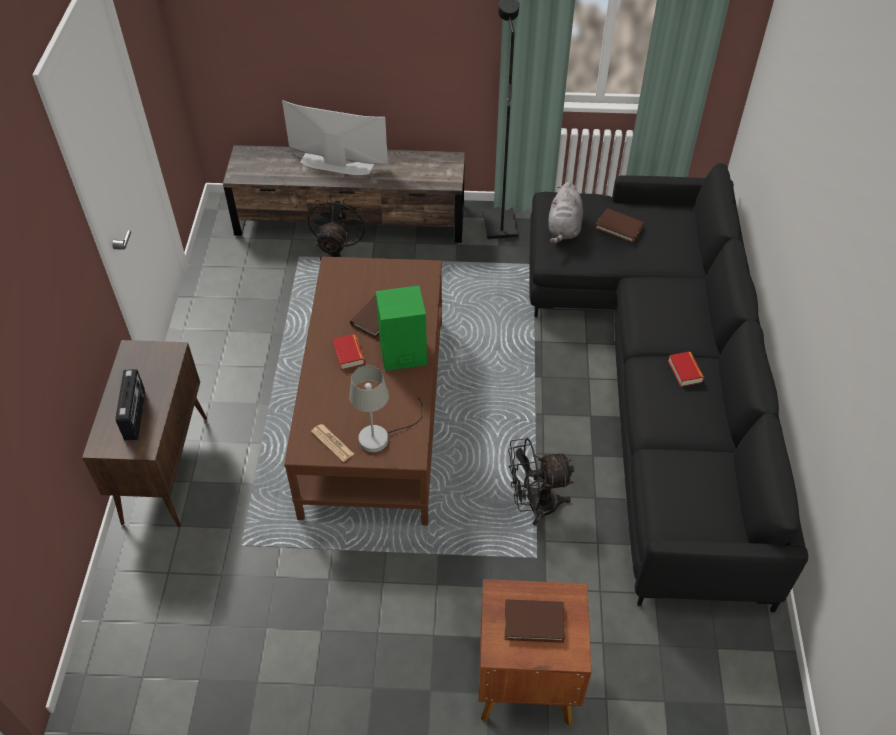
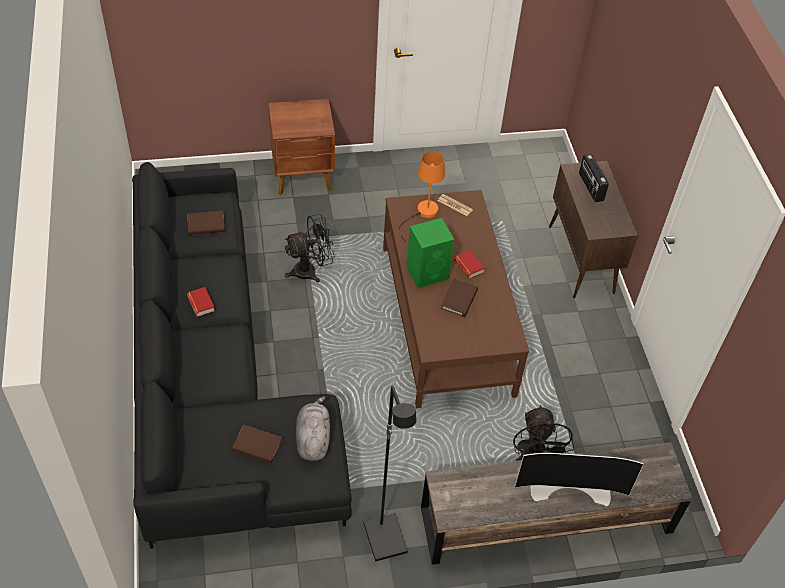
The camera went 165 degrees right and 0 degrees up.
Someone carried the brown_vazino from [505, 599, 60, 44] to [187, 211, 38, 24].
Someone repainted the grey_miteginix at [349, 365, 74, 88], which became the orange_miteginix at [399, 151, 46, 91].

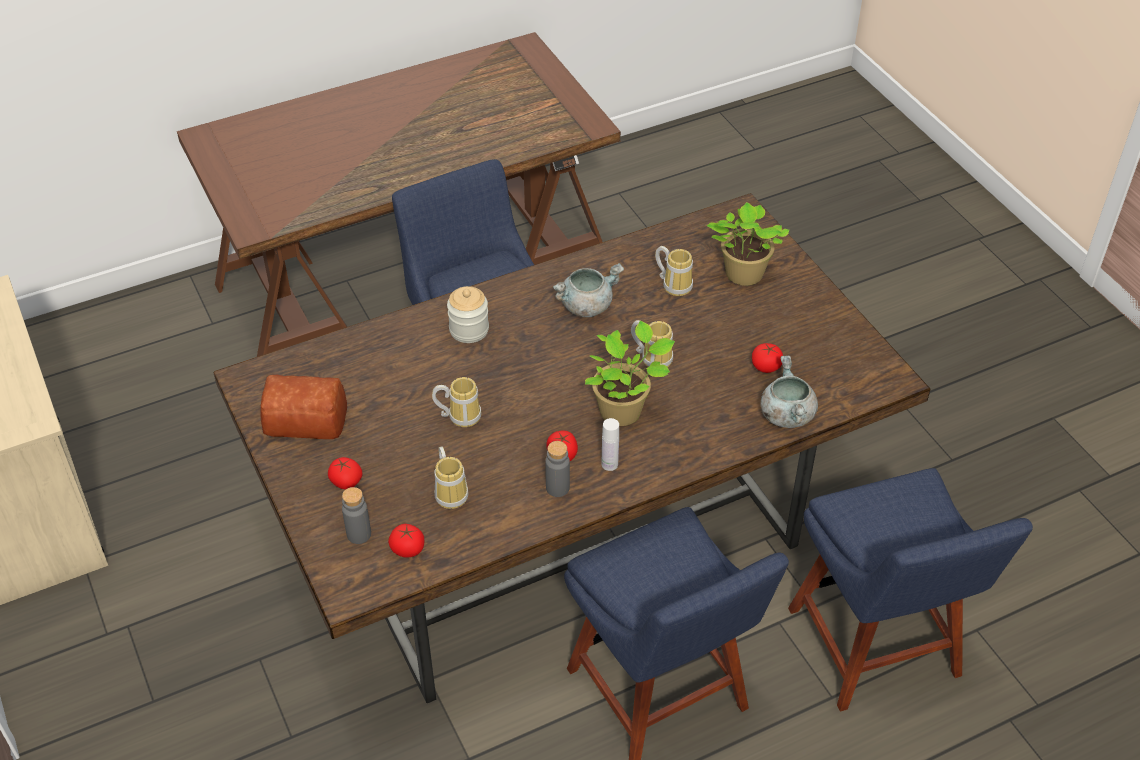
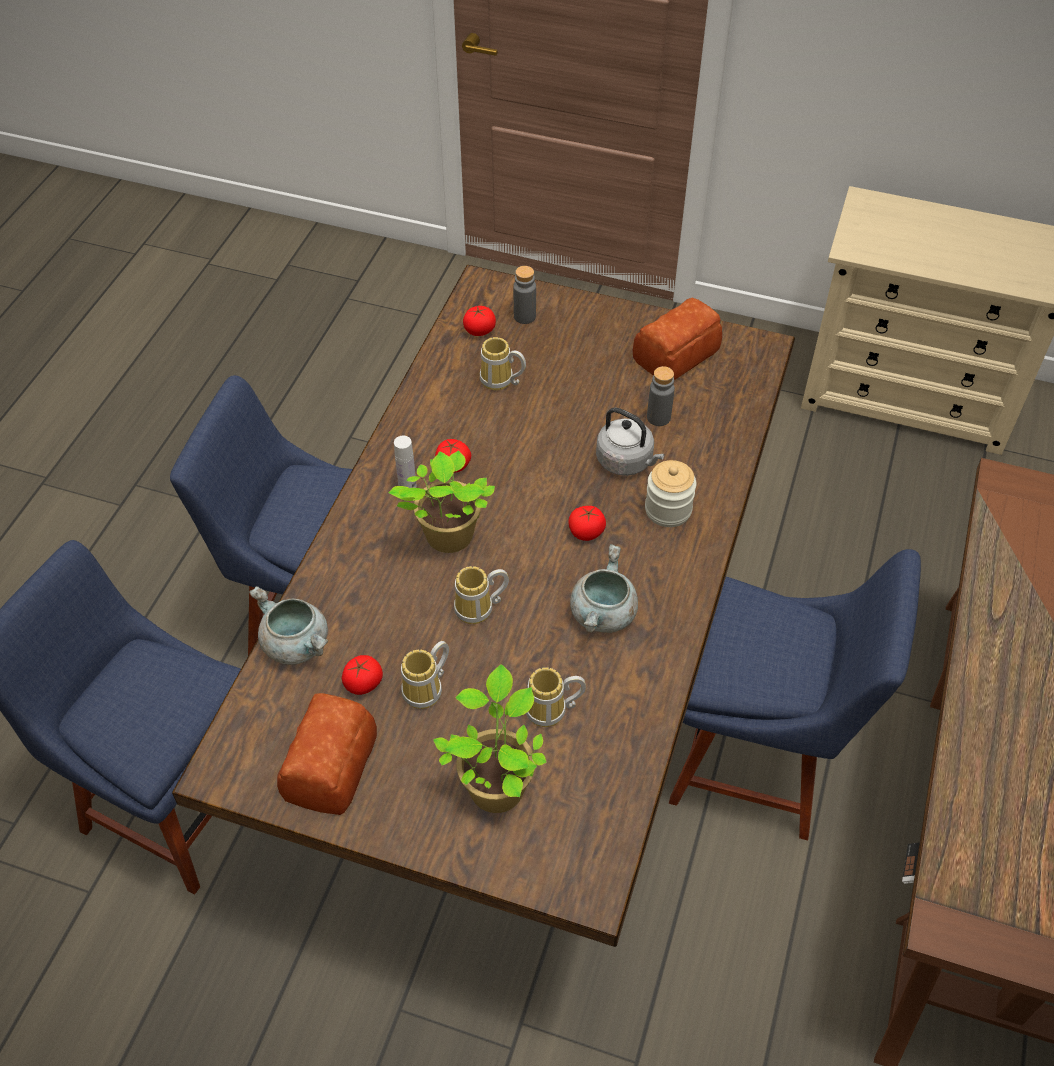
The camera went 135 degrees right and 5 degrees up.
Someone put down the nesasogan at [277, 693, 100, 122].
Someone carried the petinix from [432, 377, 50, 50] to [401, 641, 48, 68].
Someone carried the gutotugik from [328, 457, 34, 32] to [568, 506, 38, 35].
Someone put down the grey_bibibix at [596, 407, 69, 69].
Someone carried the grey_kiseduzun from [545, 441, 25, 56] to [647, 366, 28, 60].

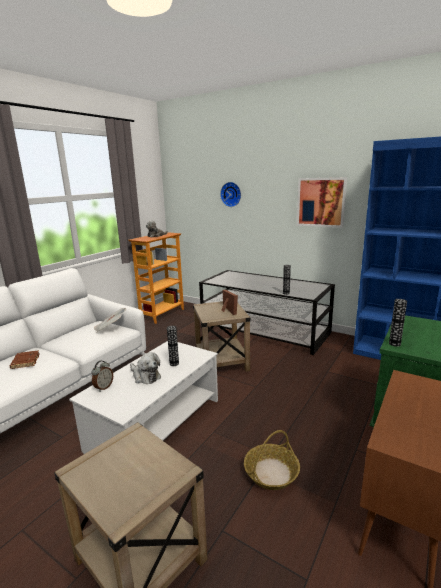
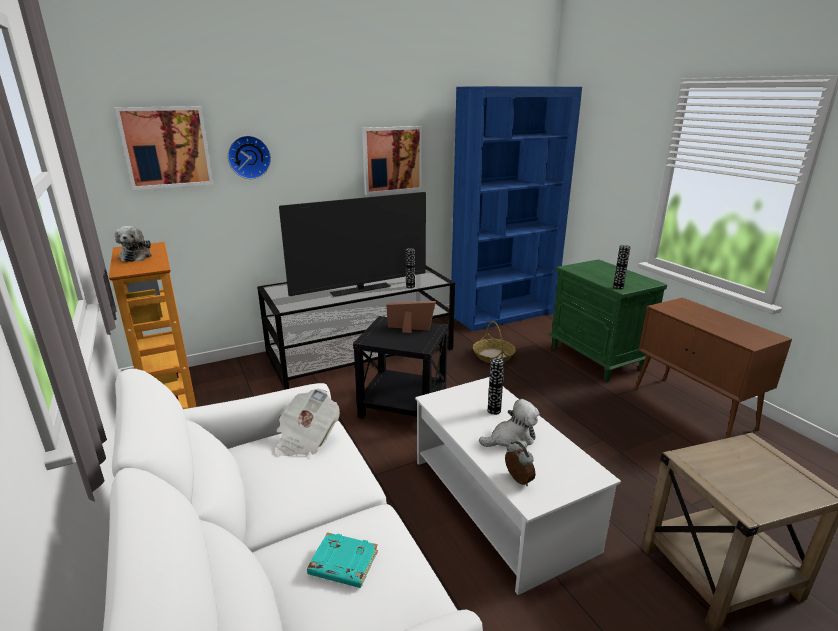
The camera went 60 degrees left and 5 degrees up.
Someone put up the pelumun at [115, 106, 98, 84].
Someone put down the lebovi at [279, 192, 147, 105].
Someone repainted the brown_vazino at [10, 350, 30, 19], which became the turquoise_vazino at [307, 532, 71, 56].
Someone repainted the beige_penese at [193, 301, 58, 71], which became the black_penese at [353, 316, 96, 103].
Someone carried the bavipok from [244, 430, 56, 60] to [473, 321, 43, 42].

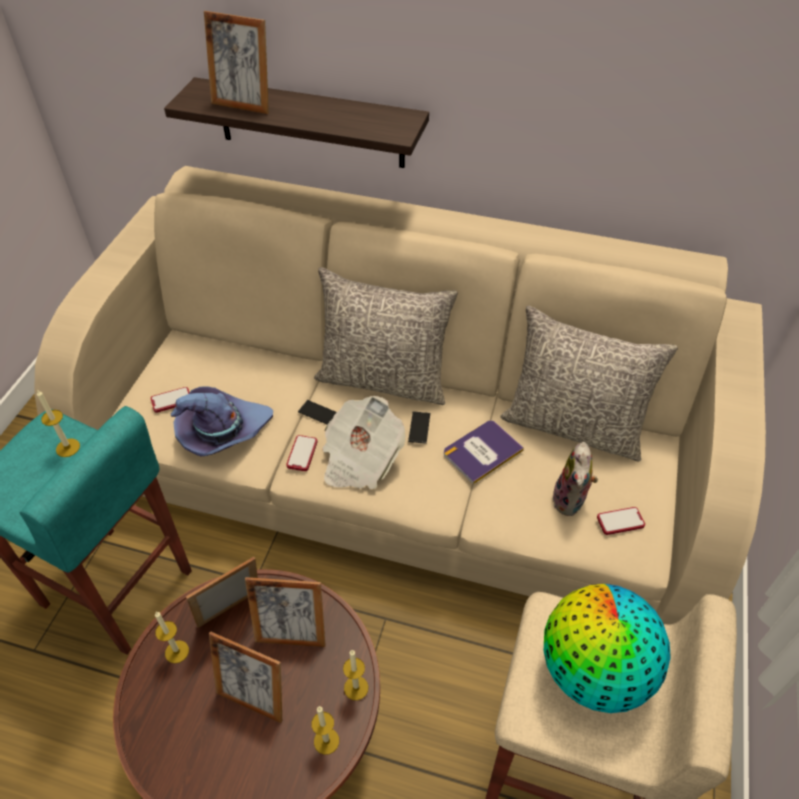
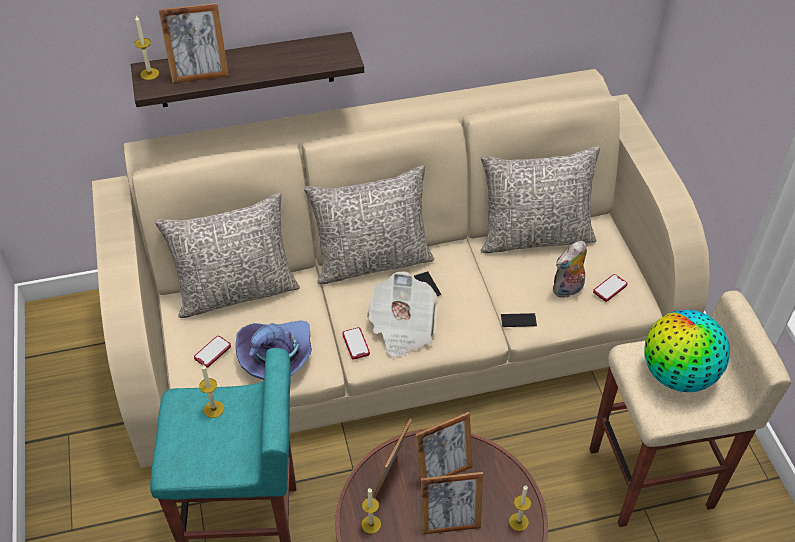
The camera went 30 degrees left and 0 degrees up.
Someone carried the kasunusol from [343, 650, 25, 50] to [134, 16, 25, 64].
Someone put down the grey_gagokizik at [155, 193, 145, 125].
Someone carried the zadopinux from [298, 400, 39, 24] to [501, 313, 36, 14].
Someone rotated the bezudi at [552, 442, 46, 74] by 75 degrees clockwise.
Someone took away the vazino at [444, 421, 80, 63].

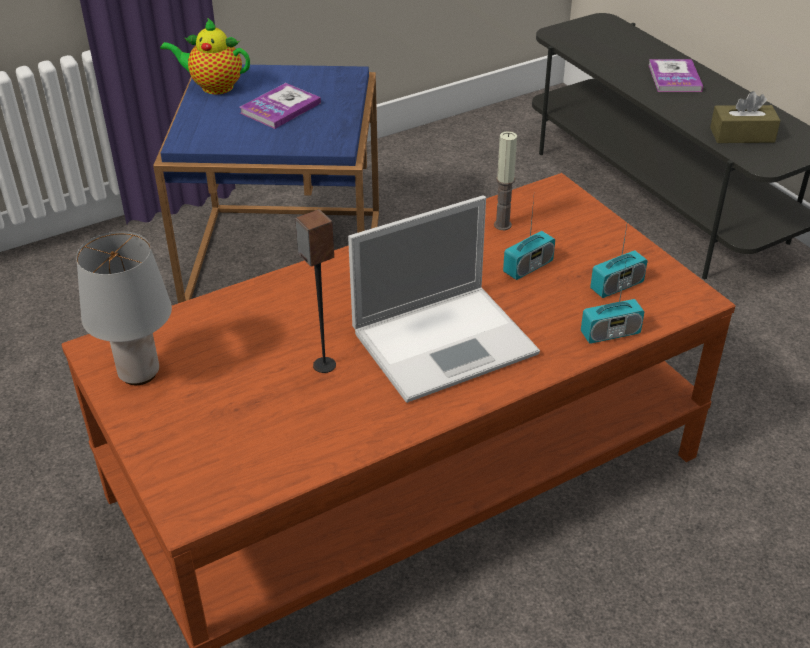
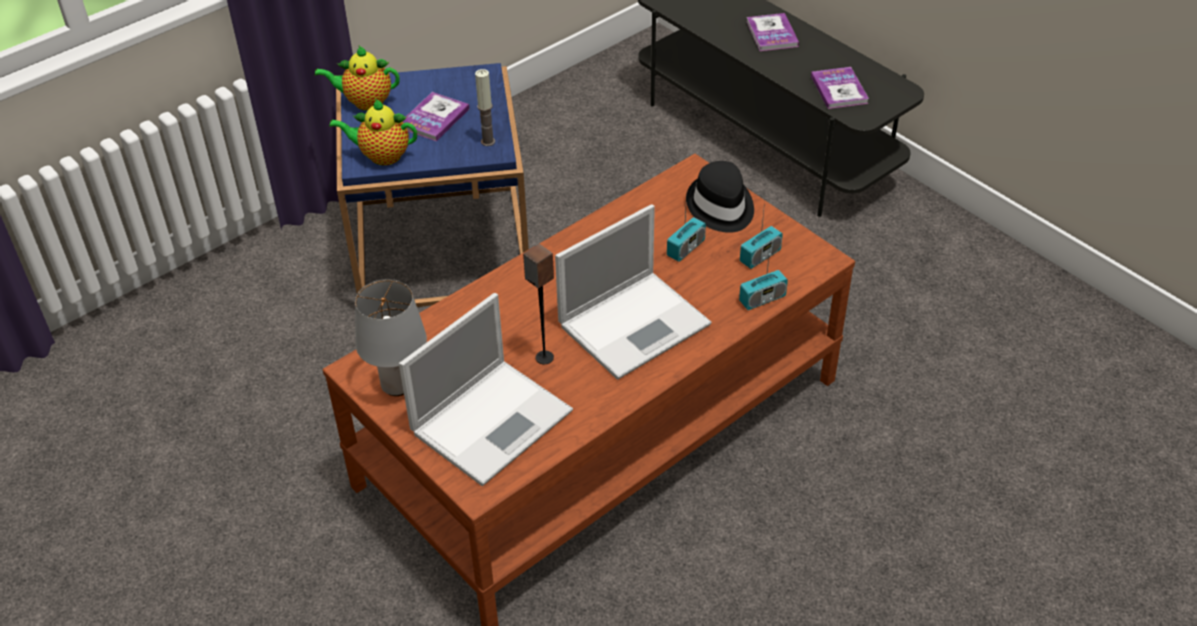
The camera went 10 degrees left and 5 degrees up.
Someone put down the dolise at [329, 99, 88, 66].
Someone put down the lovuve at [399, 293, 174, 193].
Someone carried the kasunusol from [494, 131, 23, 99] to [475, 69, 20, 77].
Someone put down the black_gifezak at [686, 161, 68, 72].
Someone swapped the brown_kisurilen at [710, 91, 71, 52] for the vazino at [811, 67, 58, 42].

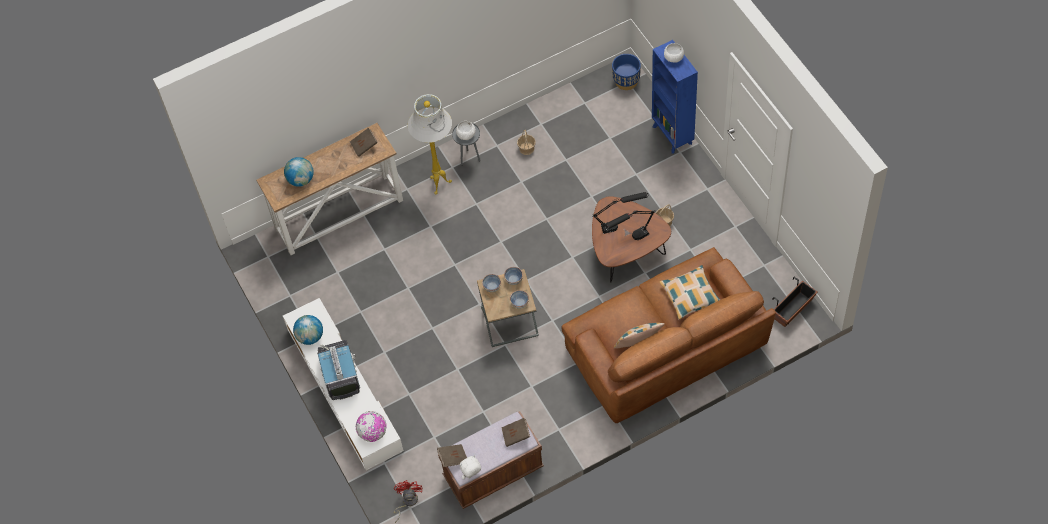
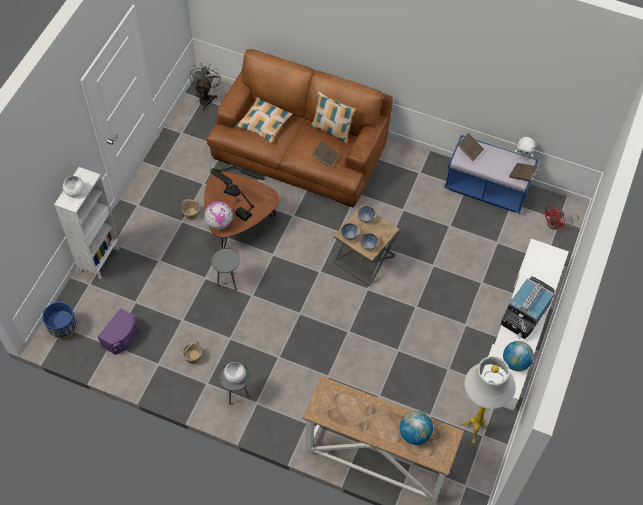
The camera went 135 degrees left and 0 degrees up.
Someone repainted the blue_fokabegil at [652, 40, 46, 114], which became the white_fokabegil at [54, 167, 65, 112].
Someone put down the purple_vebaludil at [97, 308, 41, 47].
Someone swapped the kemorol at [772, 277, 45, 50] for the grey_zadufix at [189, 63, 32, 47].
Someone carried the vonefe from [356, 411, 31, 31] to [204, 201, 29, 29].
Someone put down the grey_penese at [211, 248, 29, 42].
Someone carried the brown_vazino from [350, 128, 28, 29] to [312, 141, 27, 27].
Someone repainted the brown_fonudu at [438, 411, 106, 98], which became the blue_fonudu at [444, 135, 95, 78].
Someone carried the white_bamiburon from [408, 94, 44, 100] to [462, 356, 53, 88].

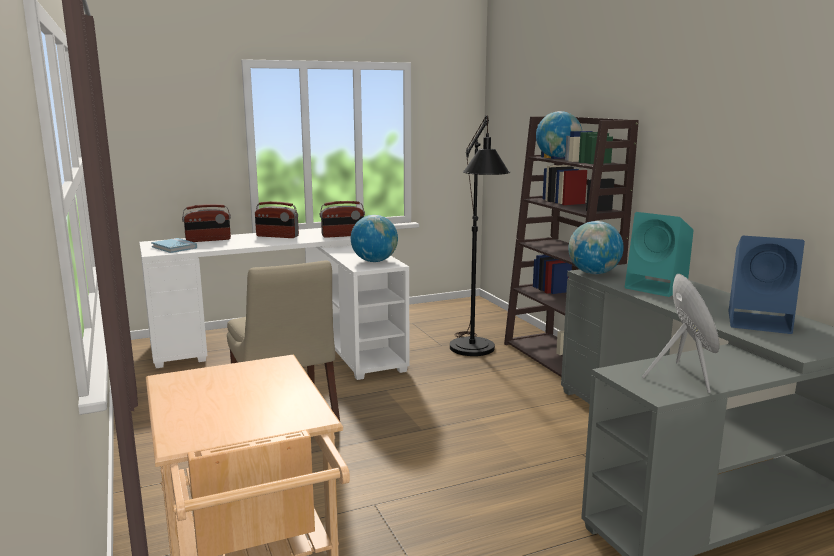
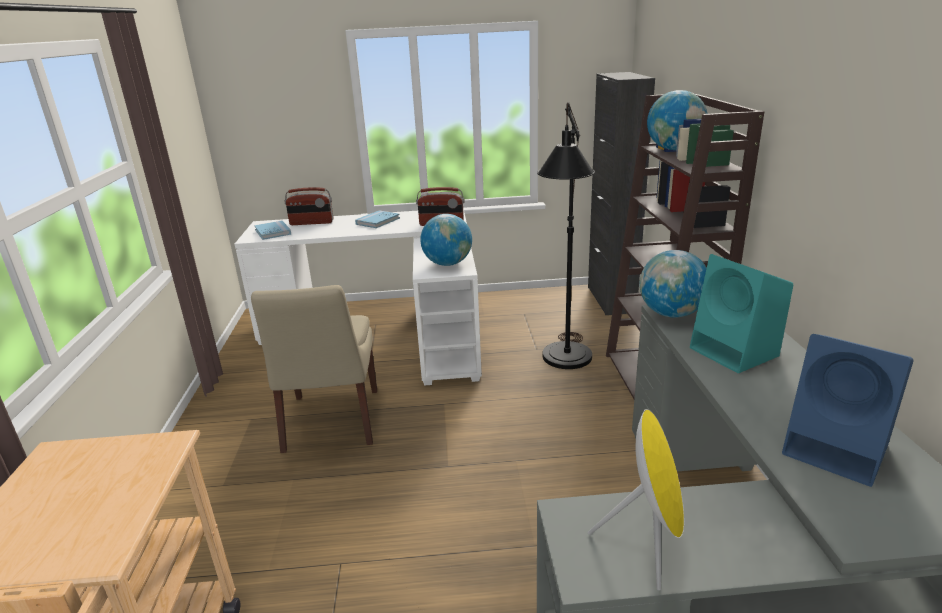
The camera went 20 degrees right and 10 degrees up.
Someone swapped the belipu at [255, 201, 44, 37] for the blue_vazino at [355, 210, 45, 18].
Someone put down the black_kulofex at [588, 72, 67, 243].

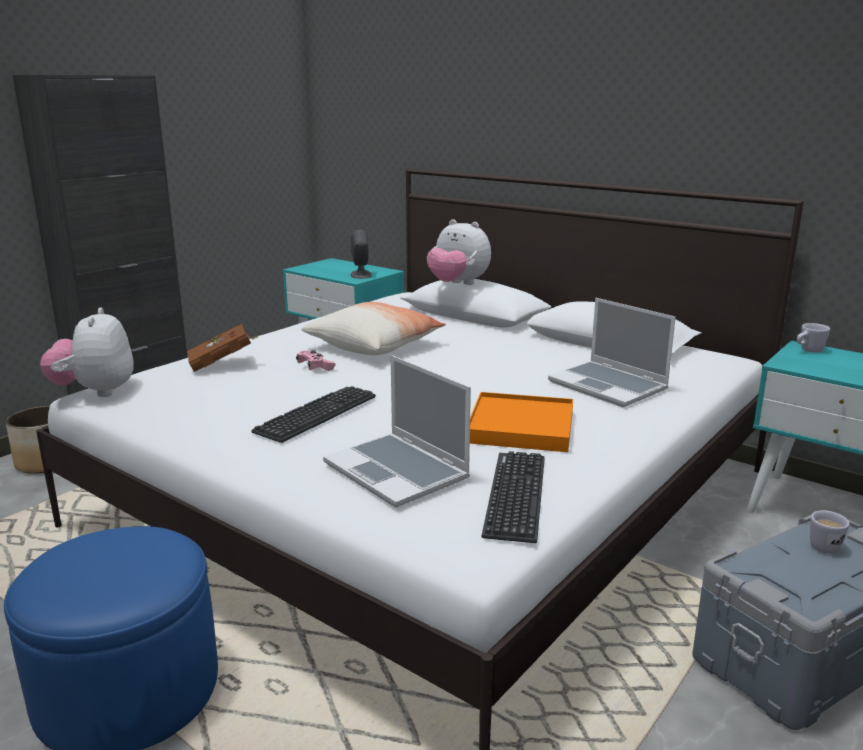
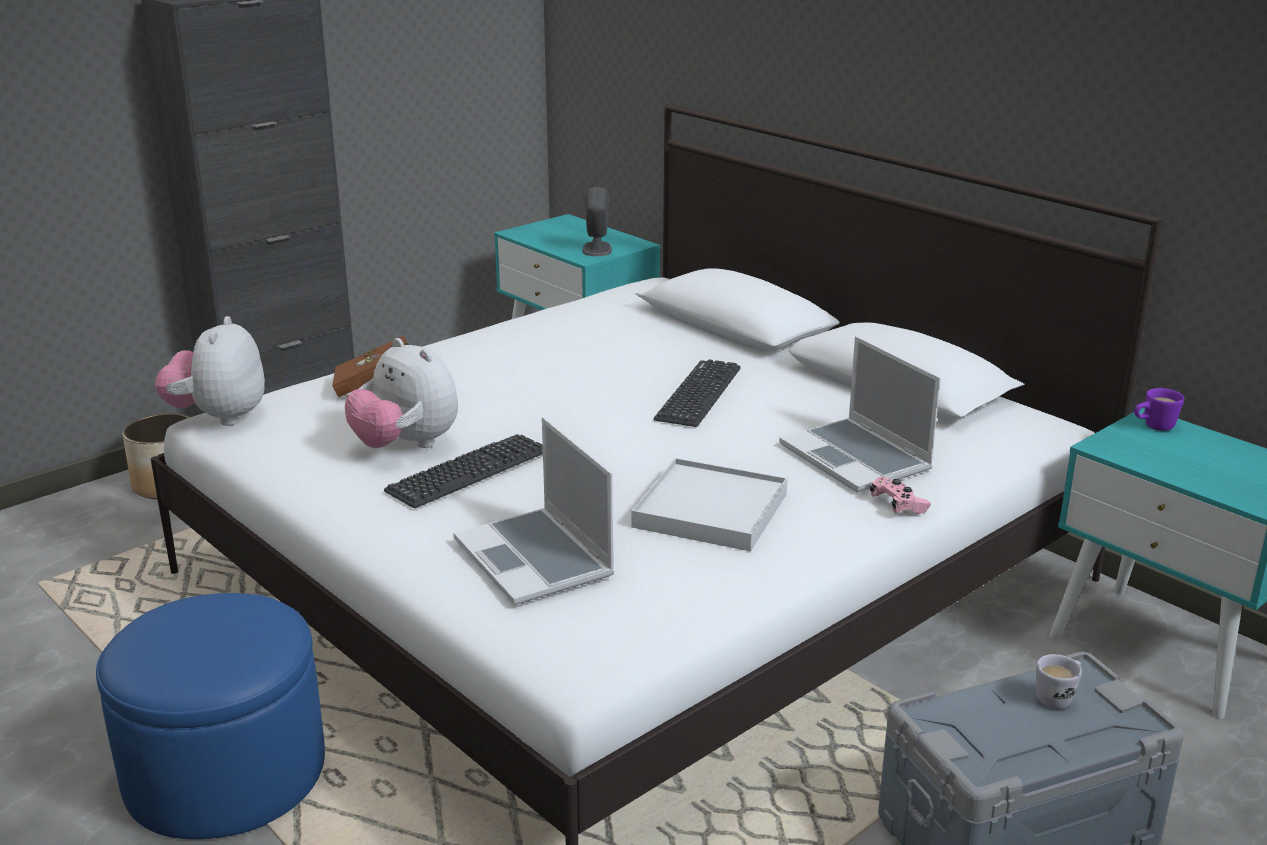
The camera went 10 degrees right and 5 degrees up.
Someone carried the bezudi from [427, 219, 64, 66] to [345, 338, 113, 110].
Someone repainted the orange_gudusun at [470, 392, 103, 60], which became the white_gudusun at [631, 458, 156, 93].
Someone carried the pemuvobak from [482, 451, 63, 92] to [654, 359, 87, 68].
Someone carried the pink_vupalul from [296, 350, 40, 21] to [870, 477, 61, 37].
Someone repainted the white_petinix at [797, 323, 33, 30], which became the purple_petinix at [1134, 388, 50, 43].
Someone took away the gagokizik at [301, 302, 145, 53].

